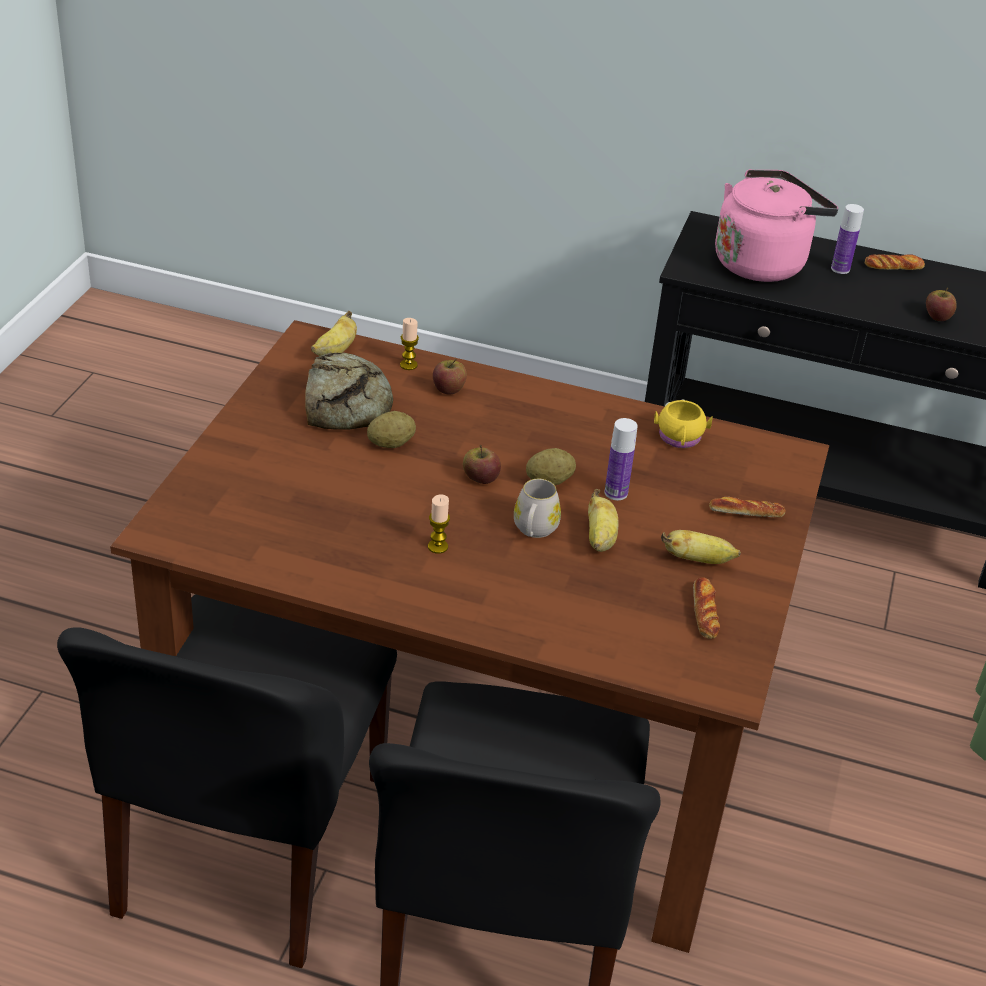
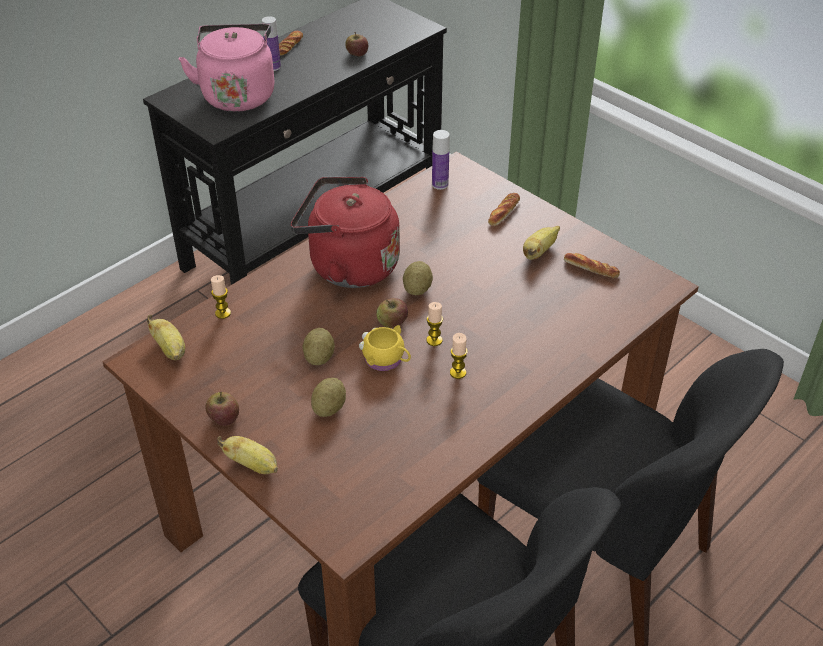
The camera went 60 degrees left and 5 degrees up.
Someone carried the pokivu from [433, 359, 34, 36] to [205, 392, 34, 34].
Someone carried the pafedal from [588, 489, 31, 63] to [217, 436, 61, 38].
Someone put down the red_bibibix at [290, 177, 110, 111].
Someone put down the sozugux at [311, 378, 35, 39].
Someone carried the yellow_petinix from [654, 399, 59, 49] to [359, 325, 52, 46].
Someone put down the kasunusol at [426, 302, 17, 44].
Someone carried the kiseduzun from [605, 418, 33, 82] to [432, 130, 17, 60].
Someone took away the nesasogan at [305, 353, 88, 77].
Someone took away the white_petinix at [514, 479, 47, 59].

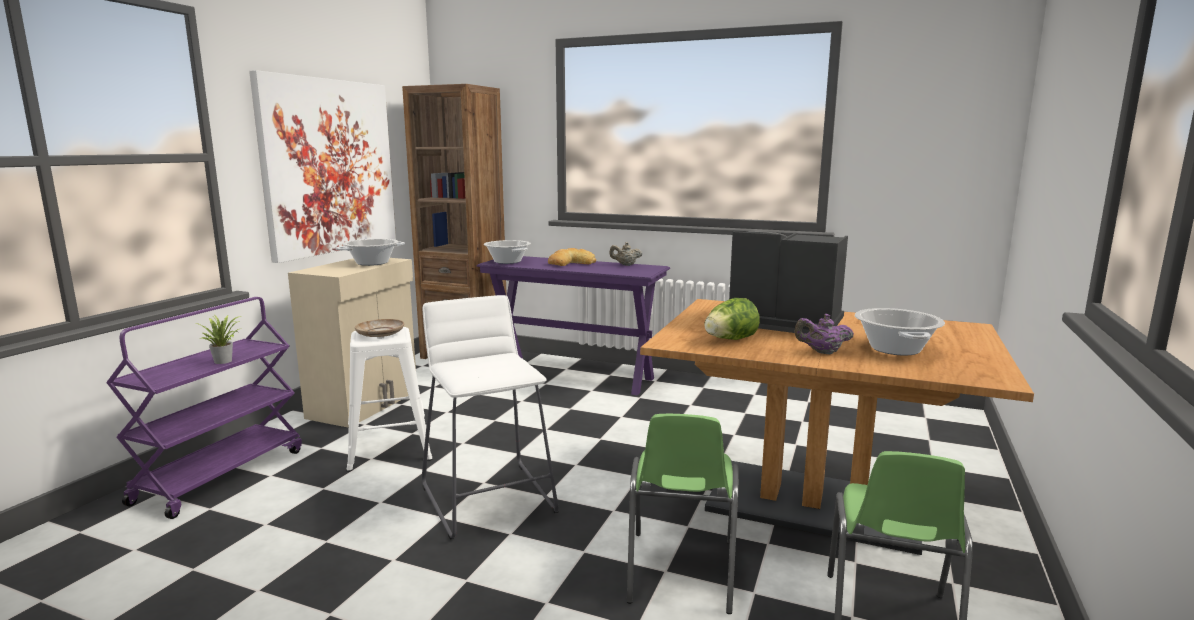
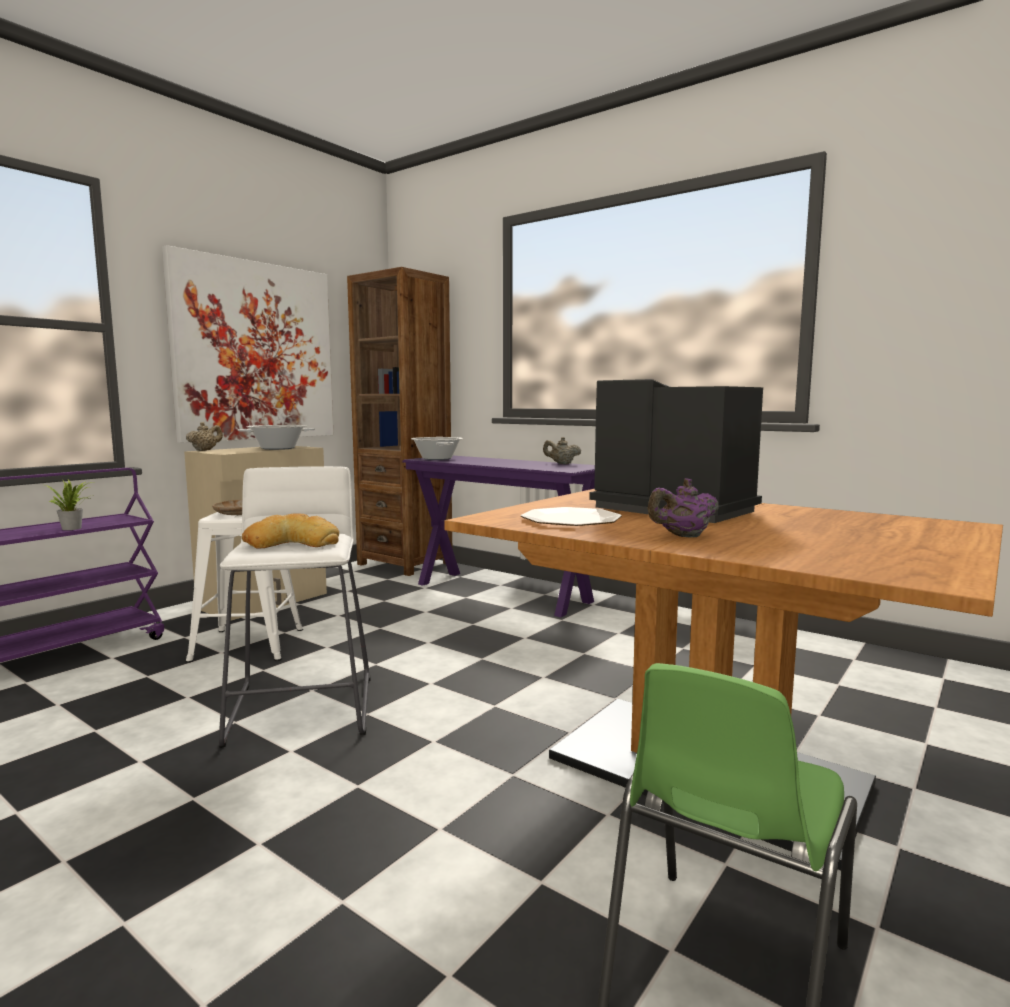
The camera went 15 degrees right and 5 degrees down.
Someone put down the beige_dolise at [186, 422, 37, 29].
Someone carried the nesasogan from [548, 248, 48, 18] to [242, 513, 97, 35].
Someone swapped the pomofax at [704, 298, 56, 42] for the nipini at [521, 507, 101, 19].
Someone rotated the purple_dolise at [795, 314, 59, 40] by 45 degrees counterclockwise.
Someone took away the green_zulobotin at [627, 414, 112, 200].
Someone took away the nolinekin at [855, 308, 90, 47].

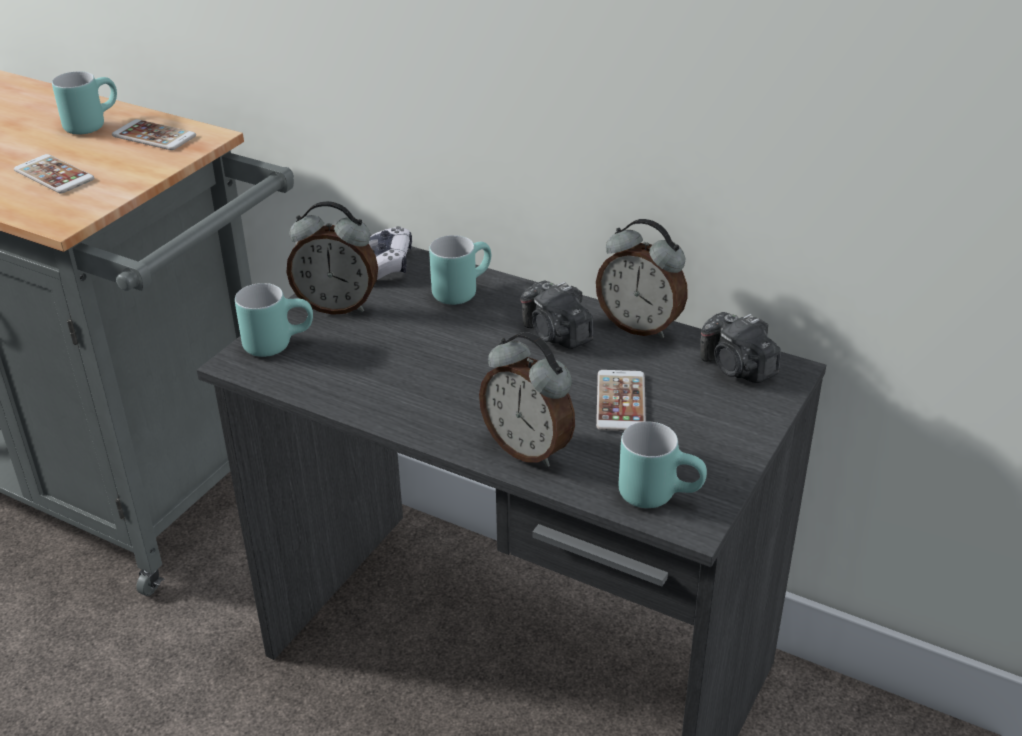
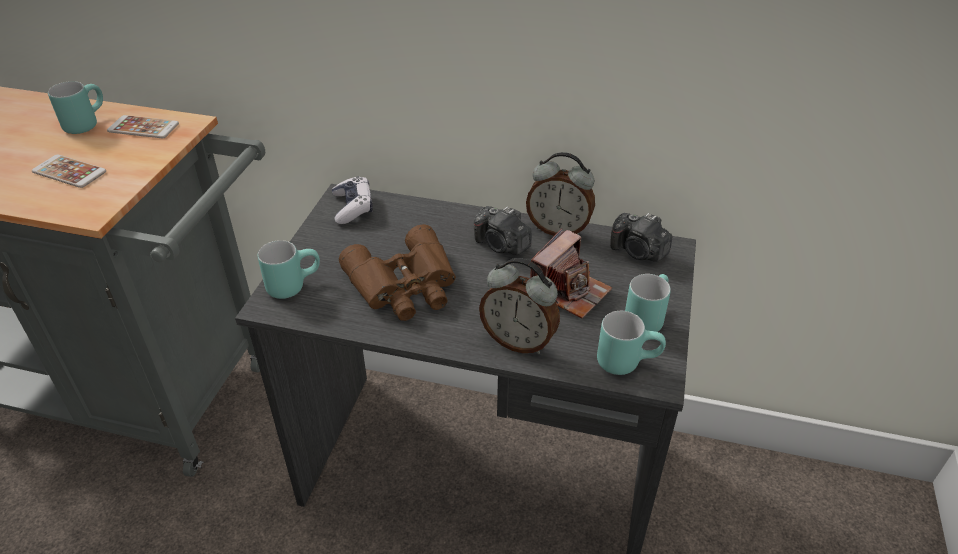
The camera went 15 degrees left and 5 degrees up.
Someone put down the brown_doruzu at [339, 224, 117, 97].
Someone swapped the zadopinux at [596, 370, 50, 61] for the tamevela at [530, 228, 82, 91].
Someone carried the turquoise_petinix from [429, 235, 62, 70] to [625, 274, 46, 58].
Someone took away the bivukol at [286, 201, 92, 114].

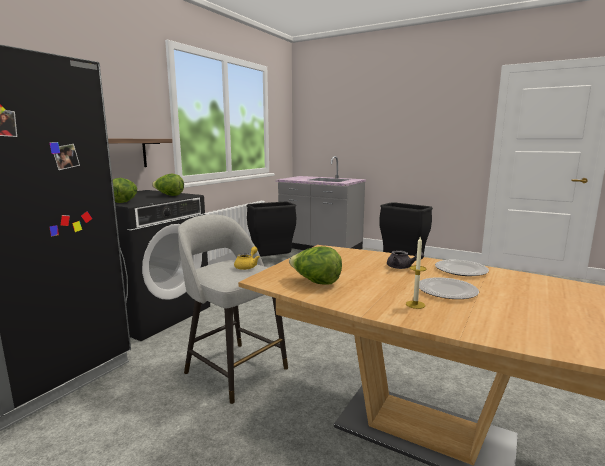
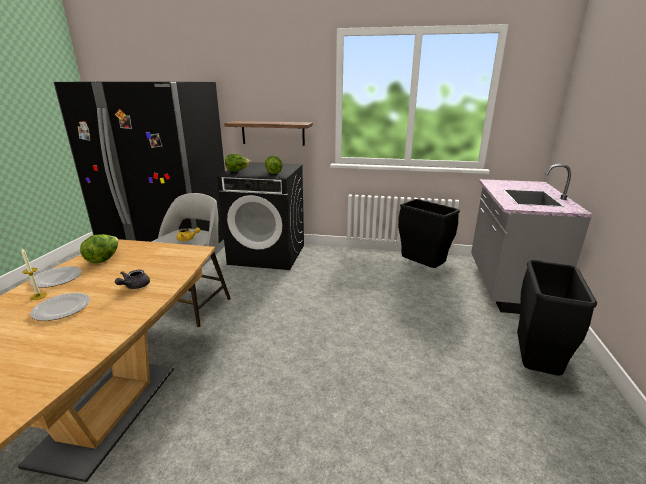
The camera went 70 degrees right and 10 degrees up.
Someone carried the nipini from [435, 260, 54, 16] to [30, 266, 52, 22].

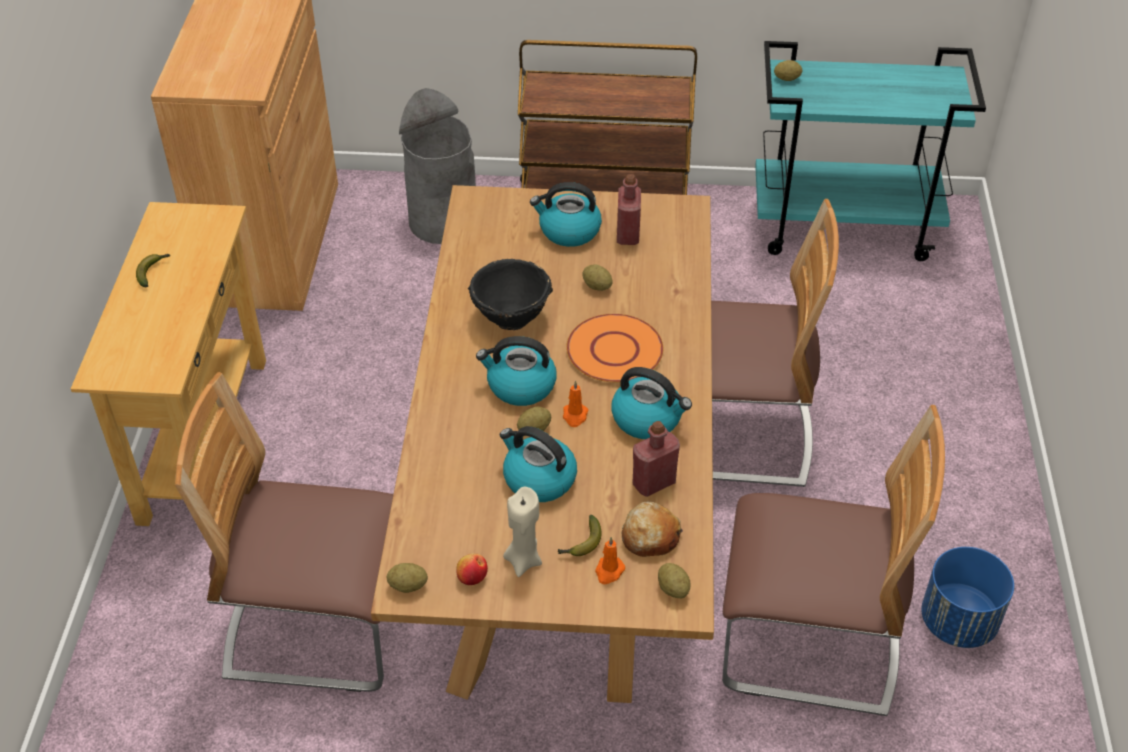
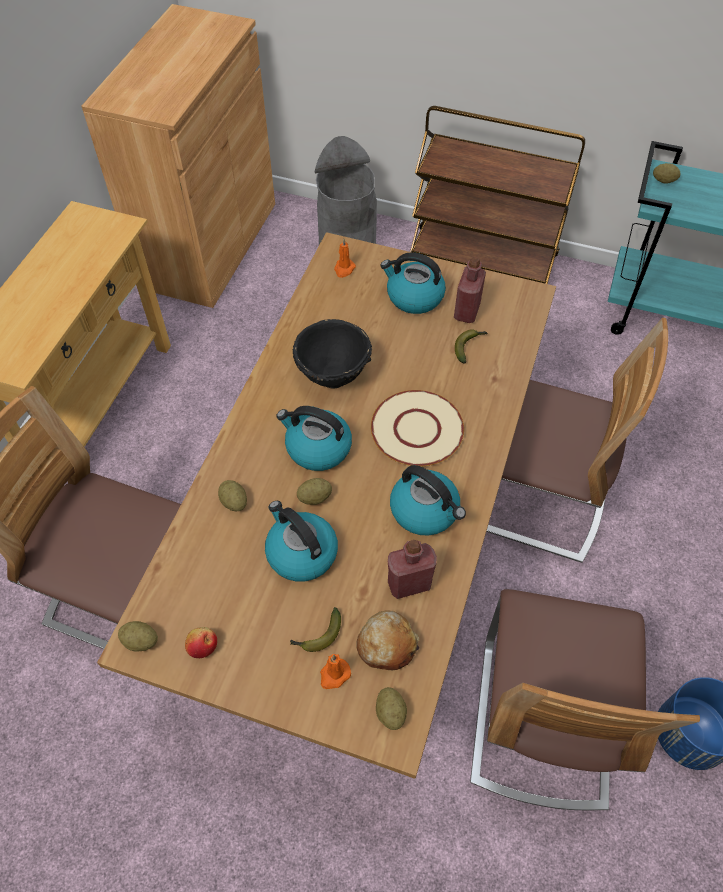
The camera went 15 degrees right and 10 degrees up.
Someone carried the sozugux from [582, 265, 31, 26] to [218, 480, 29, 31].
Someone carried the orange_kasunusol from [563, 380, 25, 47] to [334, 239, 22, 39].
Someone repainted the orange_nipini at [566, 314, 97, 68], which became the beige_nipini at [371, 390, 93, 76].
Someone carried the pafedal from [136, 254, 35, 33] to [455, 329, 32, 35].
Someone rotated the zulobotin at [722, 405, 223, 311] by 75 degrees clockwise.
Someone took away the beige_kasunusol at [503, 487, 39, 90].

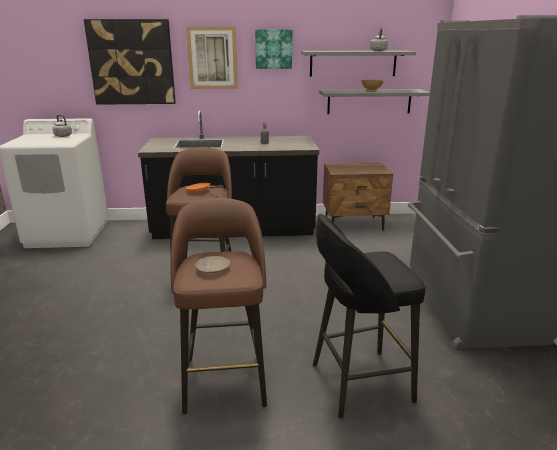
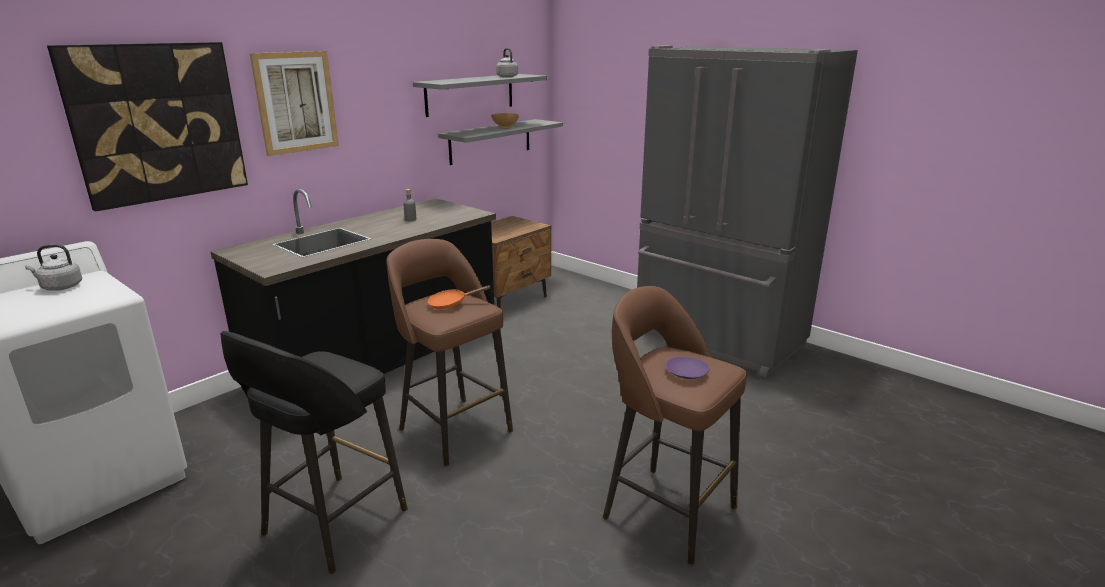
The camera went 45 degrees left and 0 degrees up.
Someone carried the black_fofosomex from [313, 214, 113, 205] to [220, 331, 188, 243].
Someone repainted the beige_nipini at [195, 256, 35, 17], which became the purple_nipini at [666, 356, 44, 23].
Someone took away the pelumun at [255, 30, 37, 39].

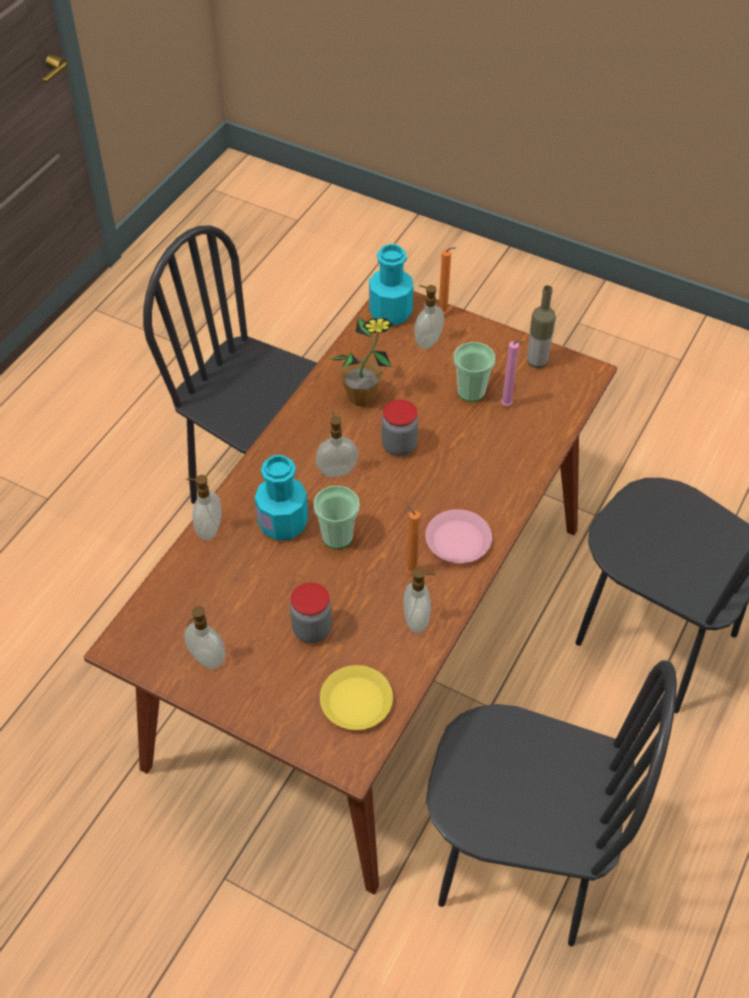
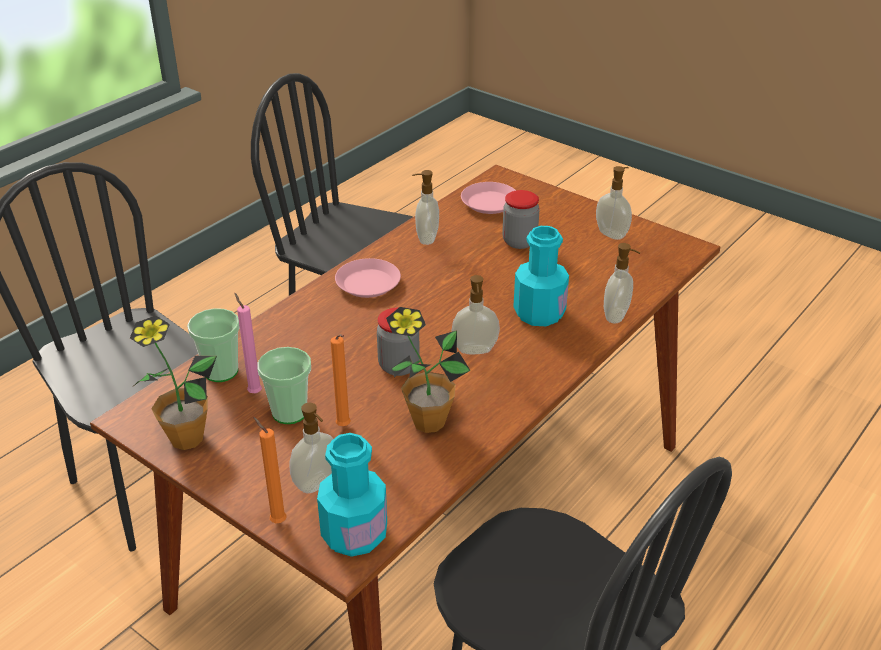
The camera went 170 degrees left and 15 degrees down.
Someone swapped the kiseduzun at [527, 285, 29, 83] for the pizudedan at [130, 316, 87, 134].
Someone carried the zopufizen from [313, 486, 47, 63] to [187, 308, 53, 74].
Someone carried the orange_kasunusol from [406, 502, 14, 72] to [330, 334, 21, 92].
Someone repainted the yellow_nipini at [320, 665, 73, 65], which became the pink_nipini at [461, 182, 55, 32].

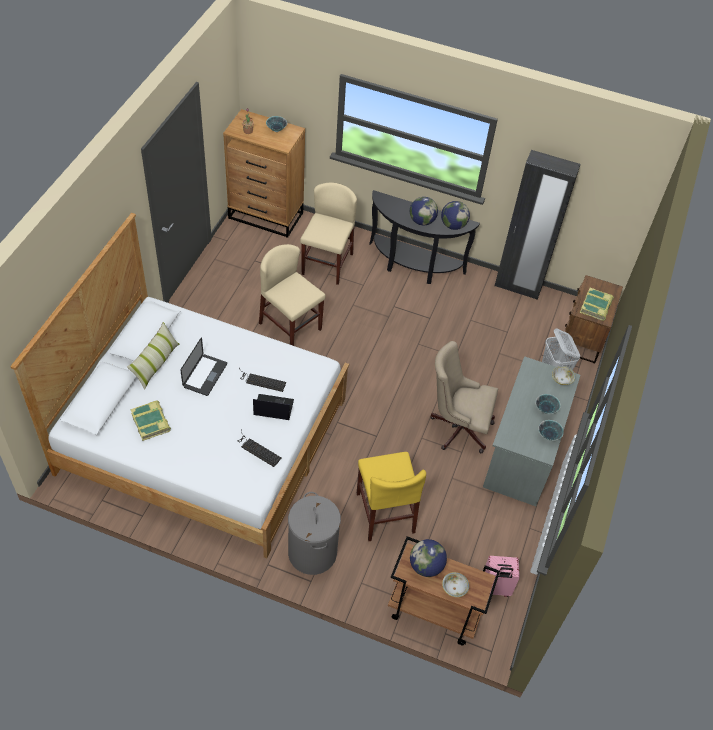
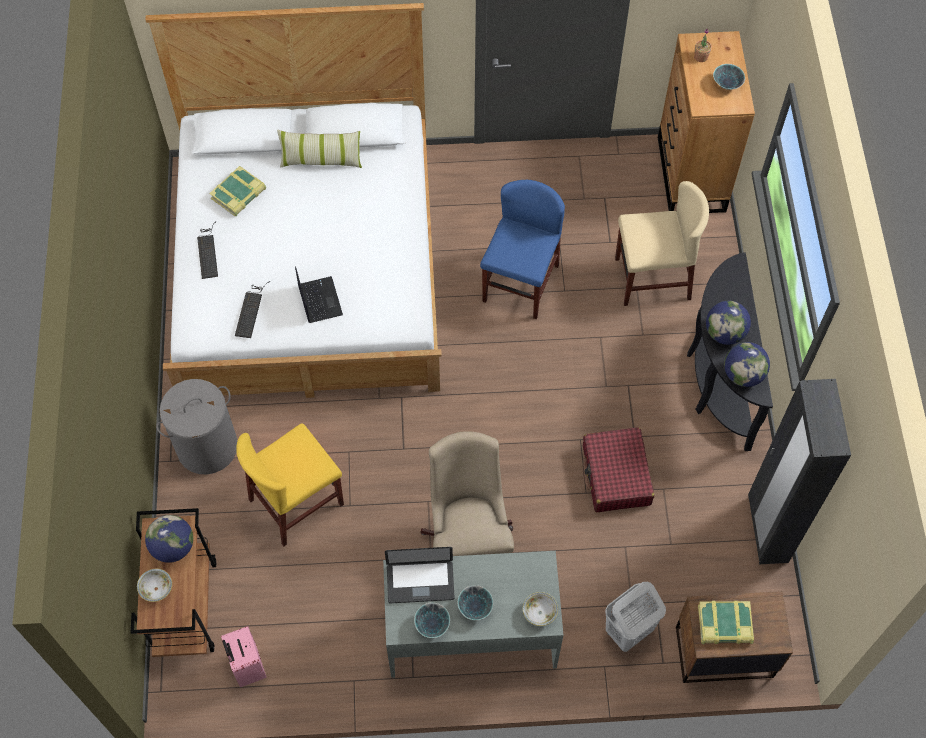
The camera went 70 degrees right and 10 degrees up.
Someone carried the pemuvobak from [239, 368, 47, 24] to [197, 221, 21, 58].
Someone carried the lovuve from [180, 337, 47, 59] to [385, 547, 70, 56].
Someone repainted the beige_zulobotin at [259, 244, 66, 102], which became the blue_zulobotin at [480, 180, 85, 139].
Someone put down the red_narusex at [583, 427, 71, 85].

